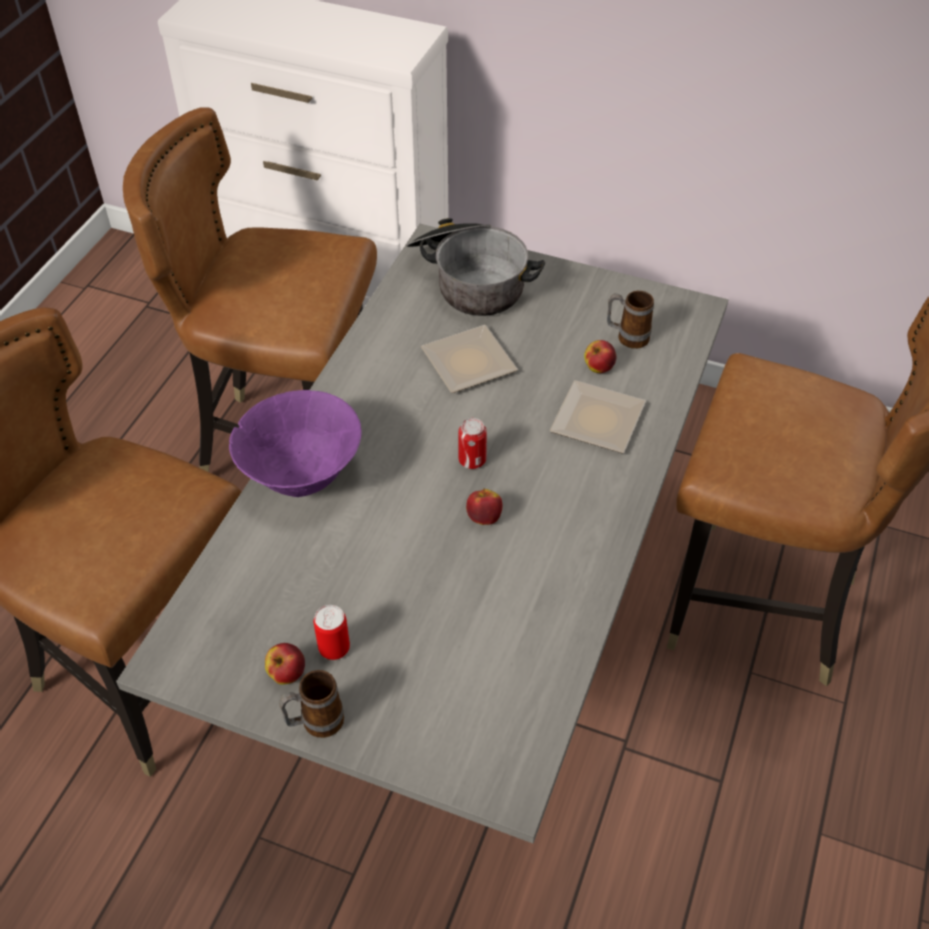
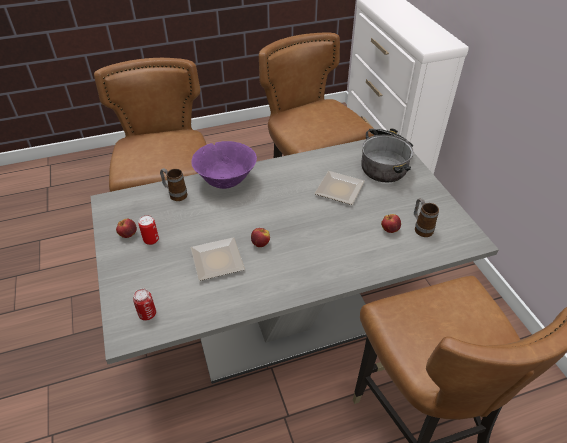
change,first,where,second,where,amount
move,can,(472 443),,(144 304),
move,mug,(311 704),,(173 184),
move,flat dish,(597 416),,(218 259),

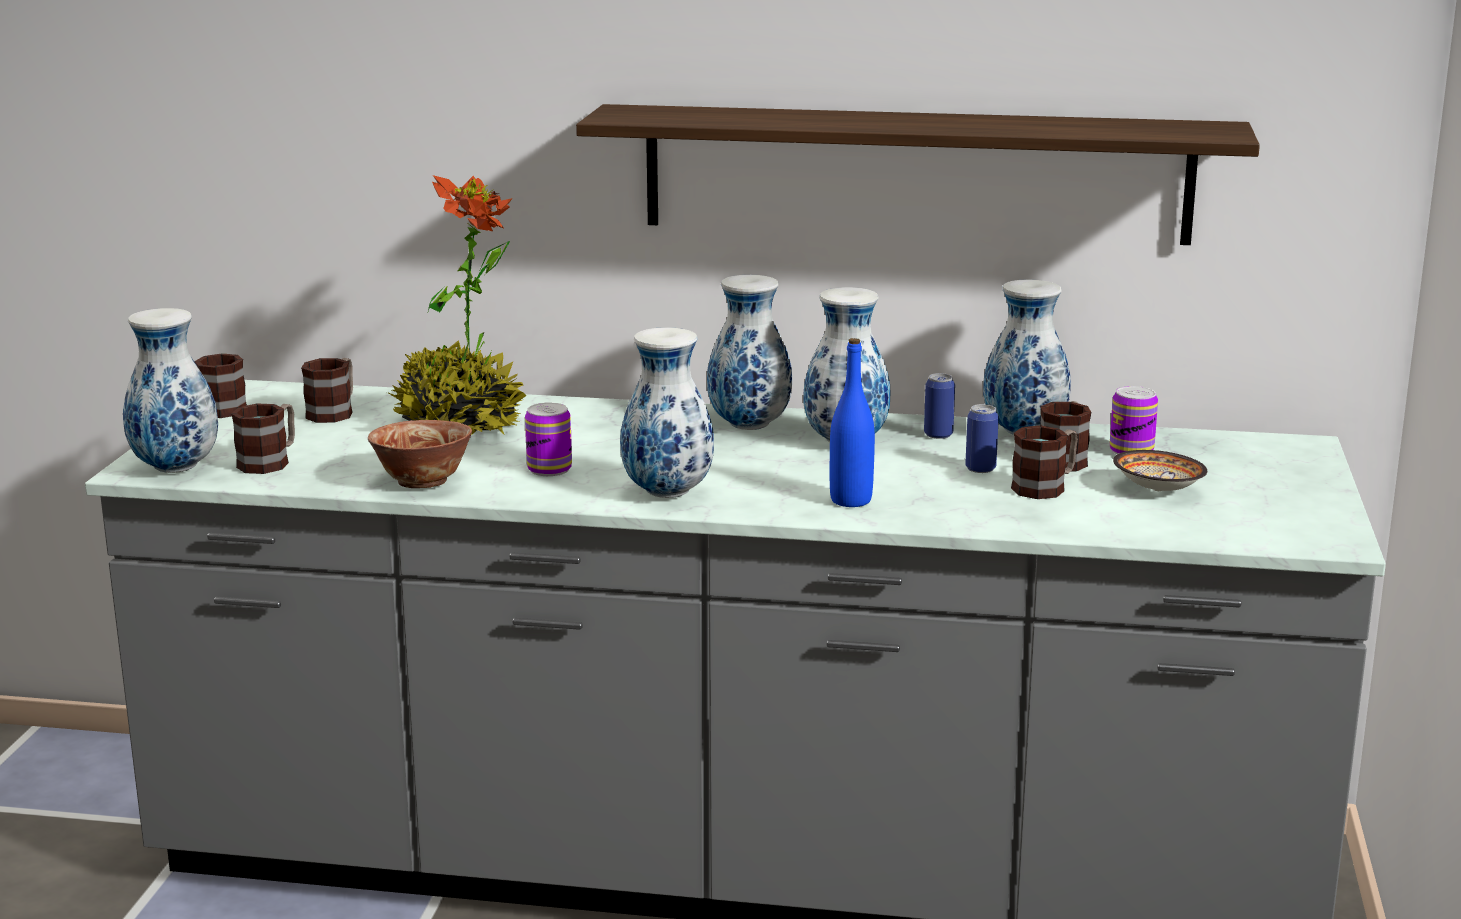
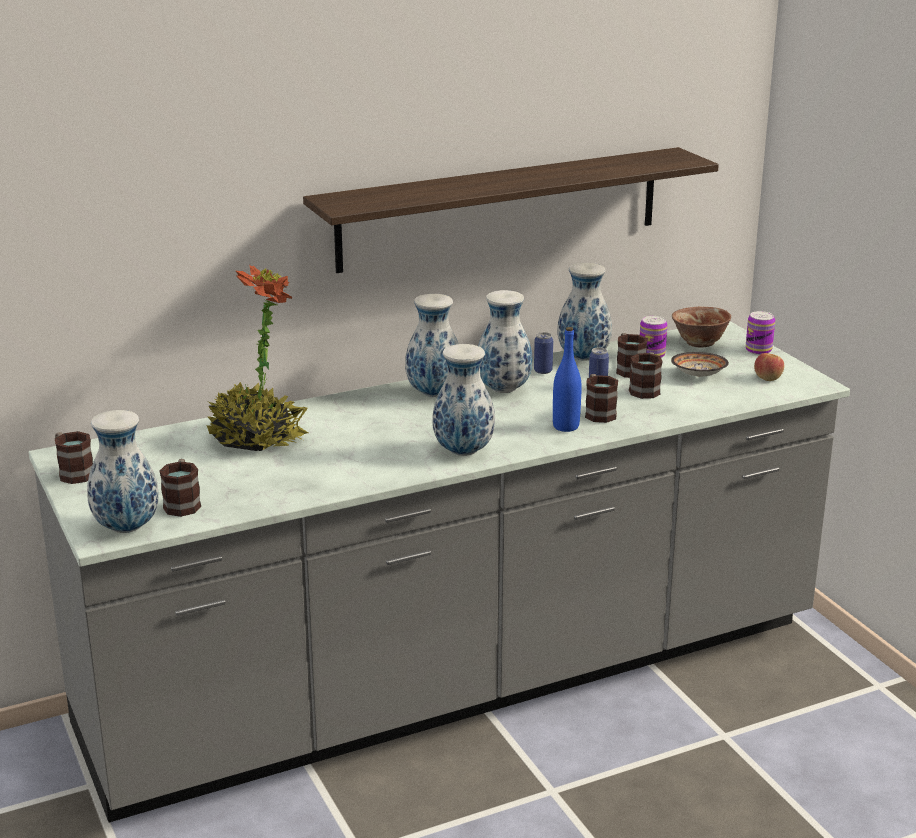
change,first,where,second,where,amount
move,mug,(327 390),,(601 398),
move,serving bowl,(420 454),,(701 326),
move,can,(548 439),,(760 333),
insert,,,apple,(769 367),

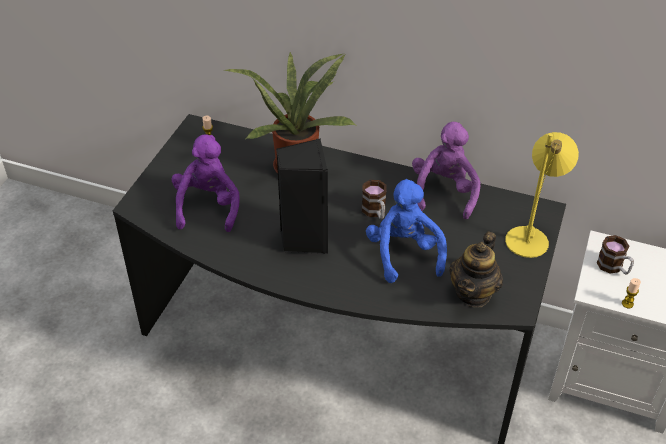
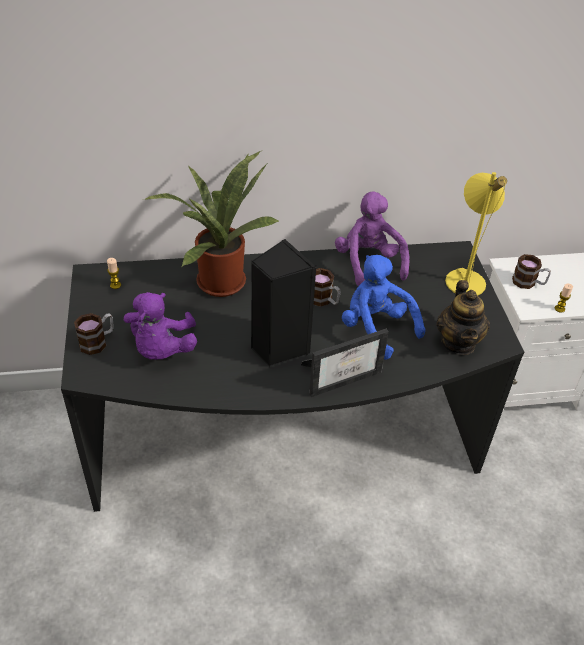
change,first,where,second,where,amount
insert,,,mug,(94 334),
rotate,purplish plush toy,(206 183),,(160 326),150 degrees counterclockwise
insert,,,photo frame,(345 363),

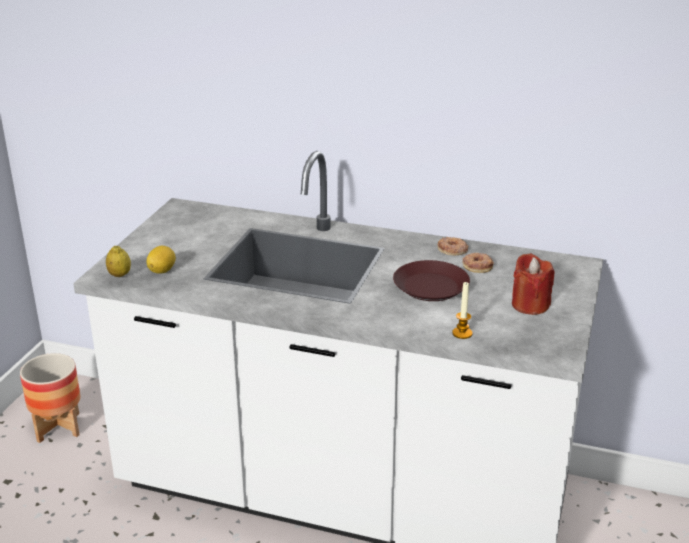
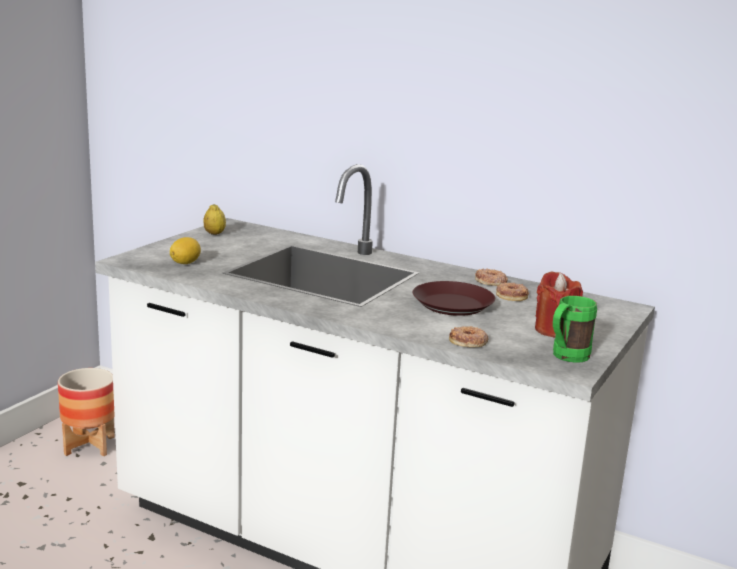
change,first,where,second,where,amount
move,citrus fruit,(118 261),,(214 219),
replace,wax light,(462 310),donut,(469 337),
insert,,,green mug,(575 329),

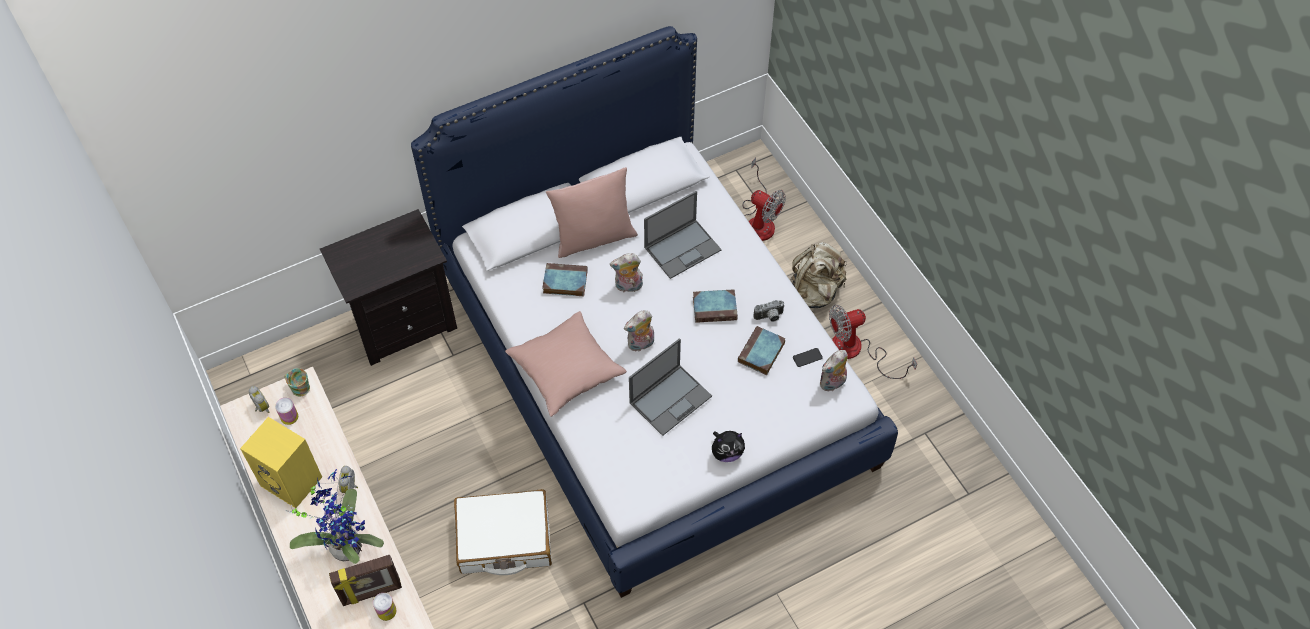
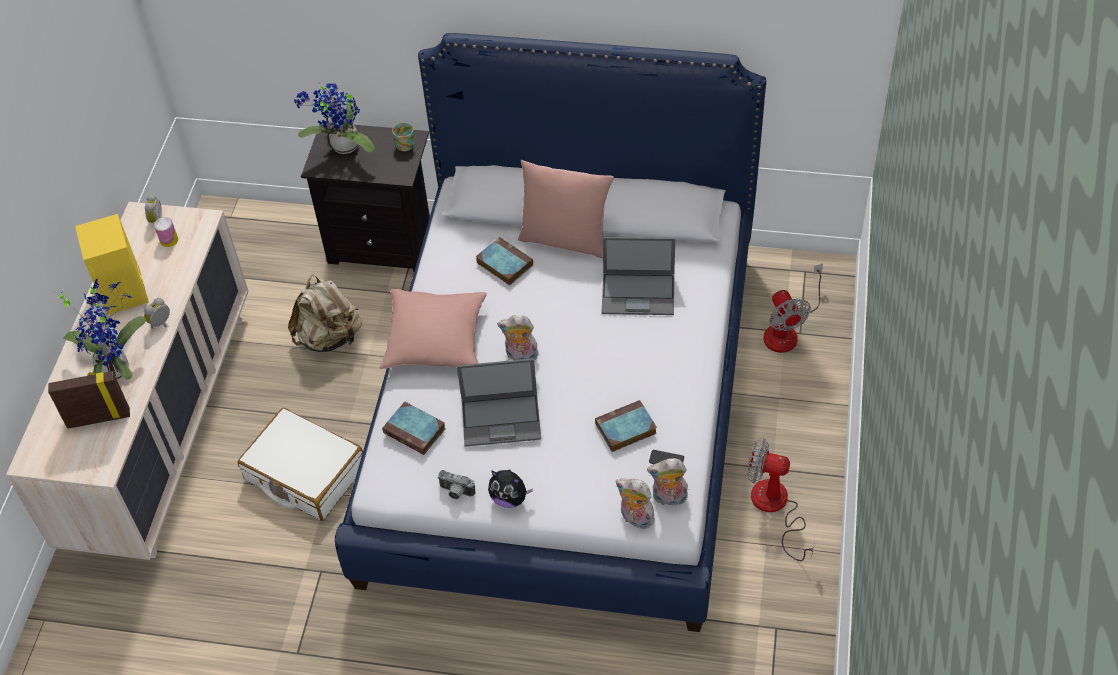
change,first,where,second,where,amount
rotate,photo frame,(365 580),,(89 400),150 degrees clockwise
move,sand-coloured backpack,(819 275),,(325 313),
insert,,,plant in a pot,(334 118),
move,volume,(715 306),,(414 428),
move,mug,(297 382),,(403 136),
move,photo camera,(769 311),,(456 484),
move,plush toy,(626 272),,(637 504),
delete,can,(384 607),,,

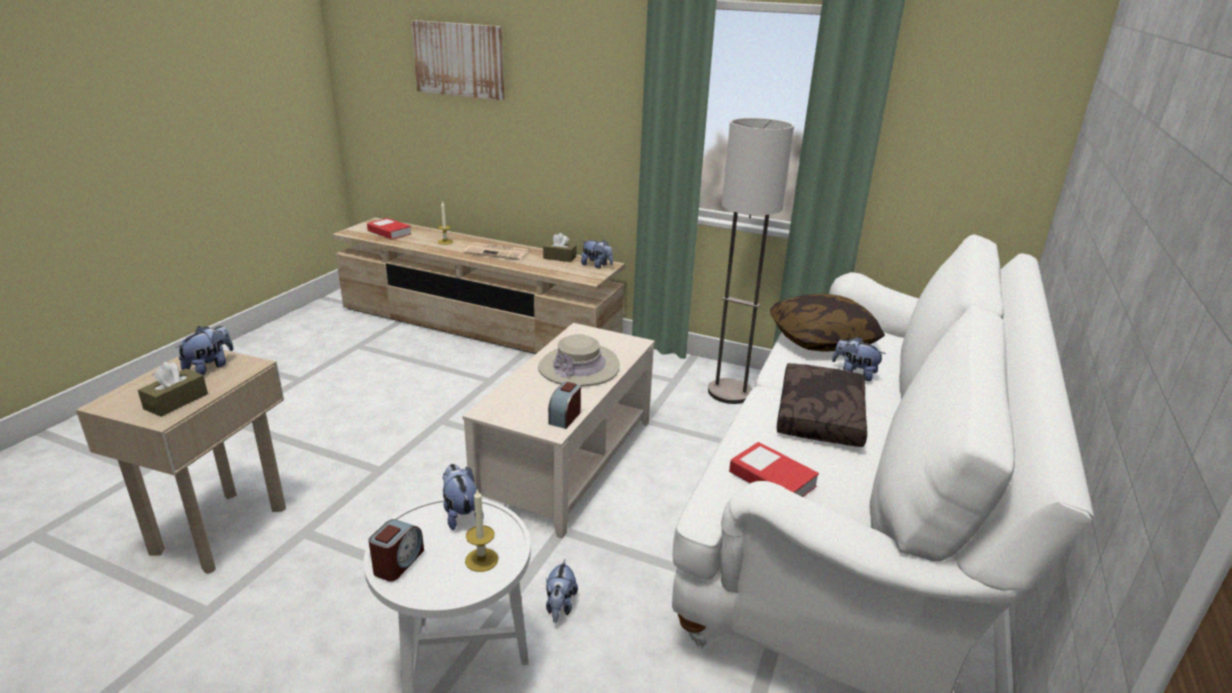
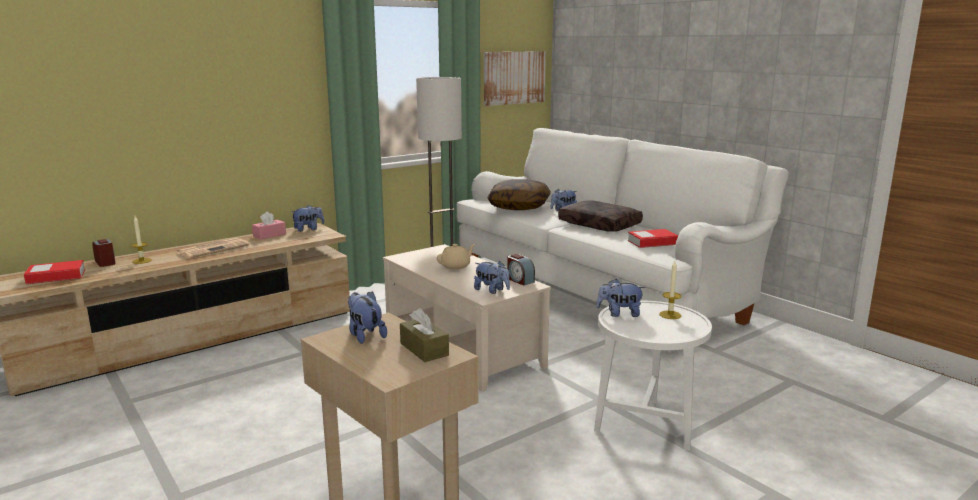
change,first,where,second,where,amount
move,table clock,(396 550),,(104 253),
recolor,brownish tissue holder,(559 247),pinkish tissue holder,(269 225),
replace,sand-coloured clothing hat,(579 360),sand-coloured pot for tea,(456 257),
move,plush toy,(562 591),,(492 277),
move,wall picture,(457 60),,(515 78),

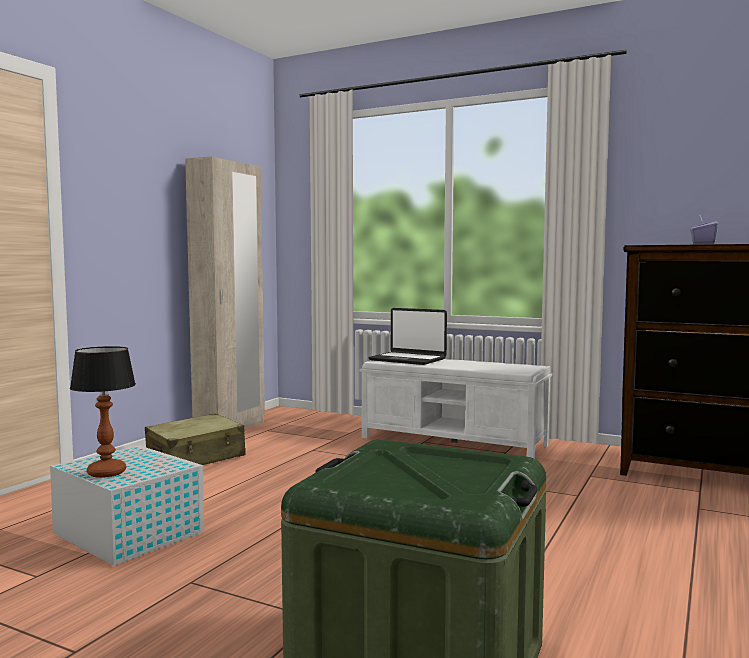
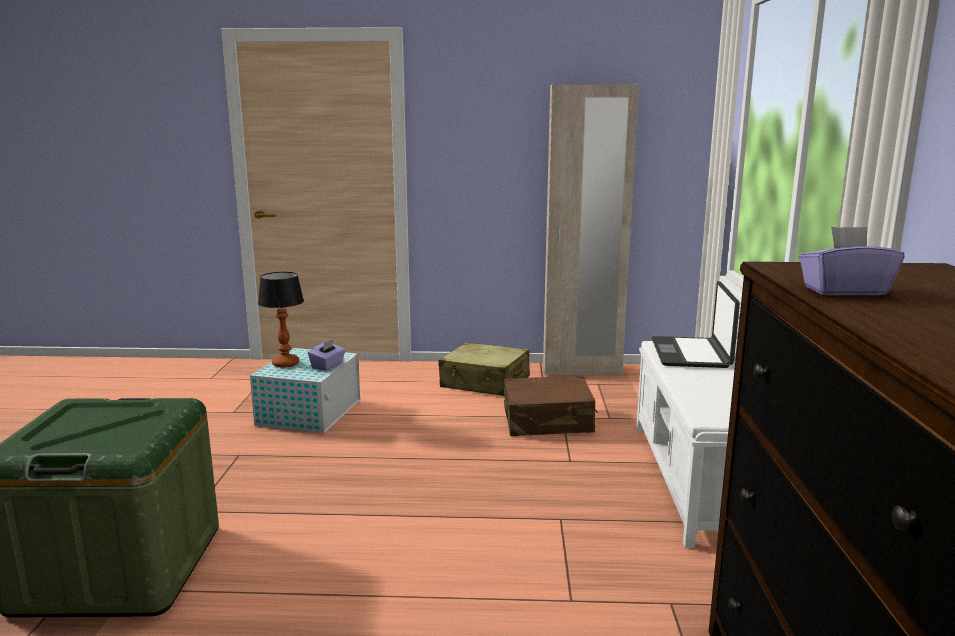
change,first,where,second,where,amount
insert,,,purplish tissue holder,(327 355),
insert,,,brownish suitcase,(550 405),

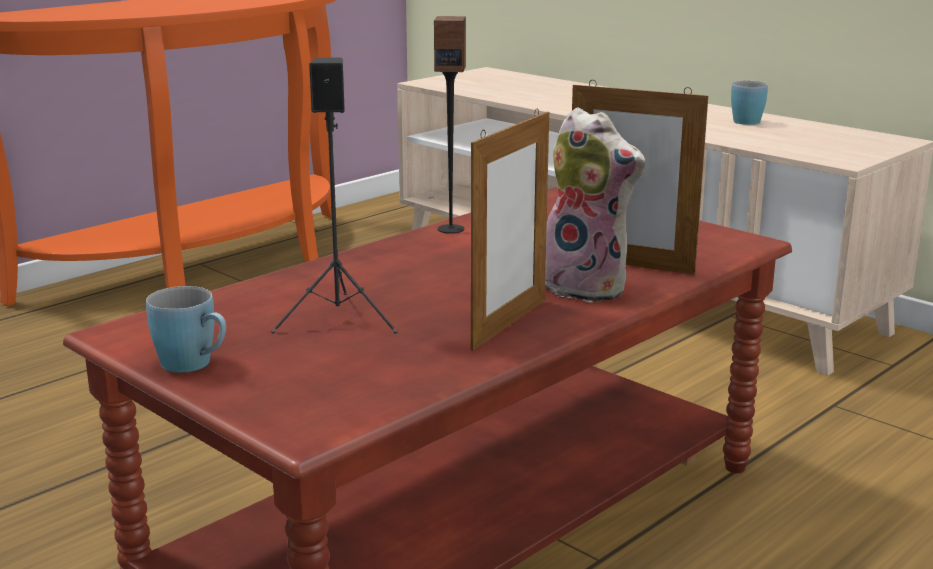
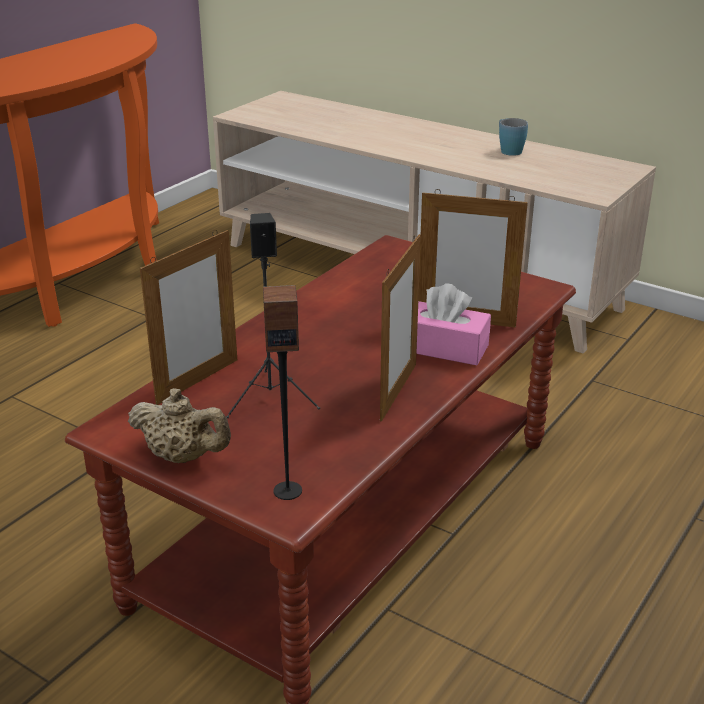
change,first,where,second,where,amount
replace,blue-coloured mug,(186 329),sand-coloured pot for tea,(179 425),
insert,,,photo frame,(188 317),
move,speaker,(450 125),,(282 392),
replace,plush toy,(595 204),pinkish tissue holder,(453 324),

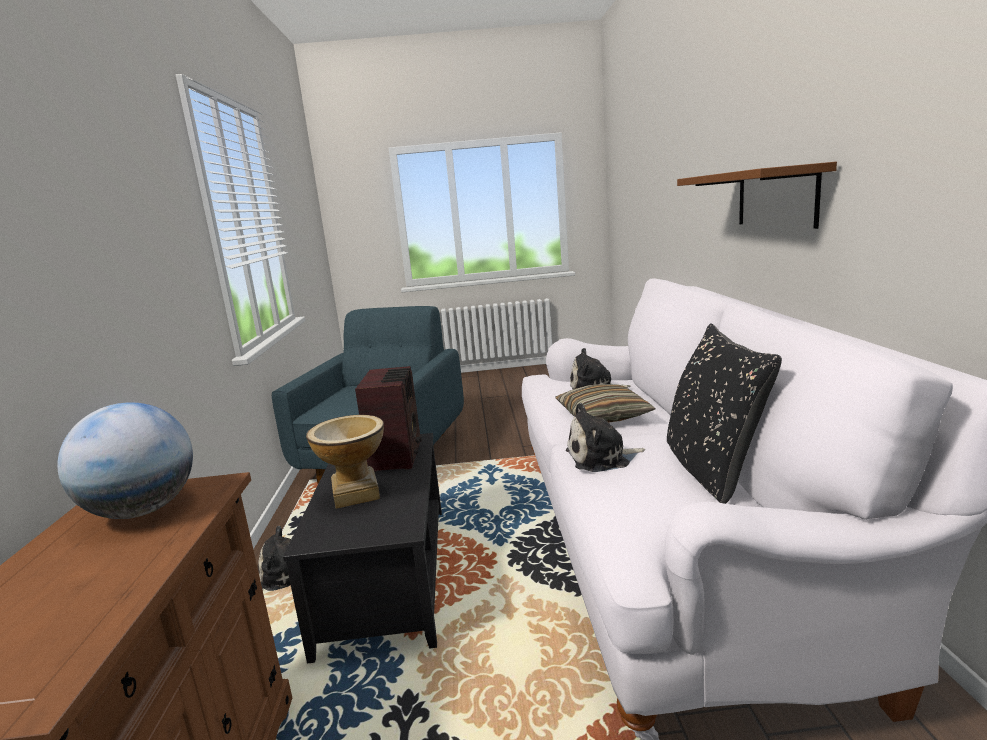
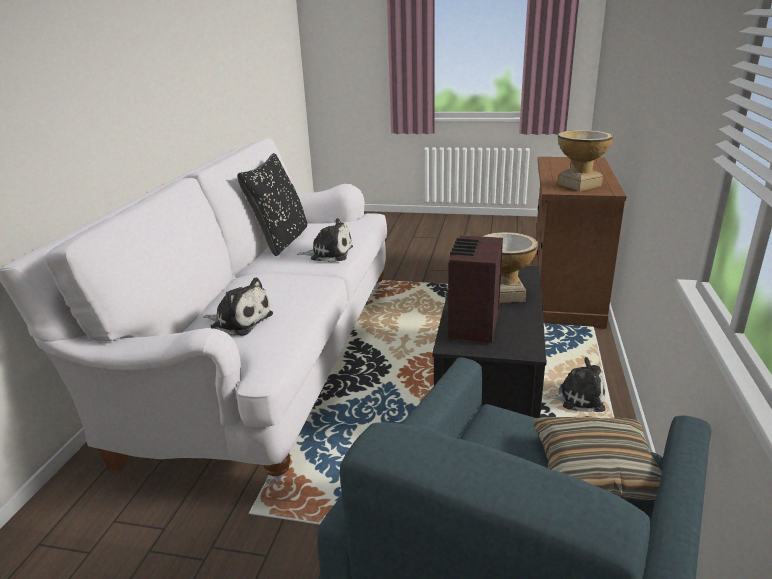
change,first,where,second,where,amount
move,pillow,(605 403),,(597 458),
replace,globe,(125 460),flower vase,(585 160),
delete,brownish wall shelf,(757 195),,,

